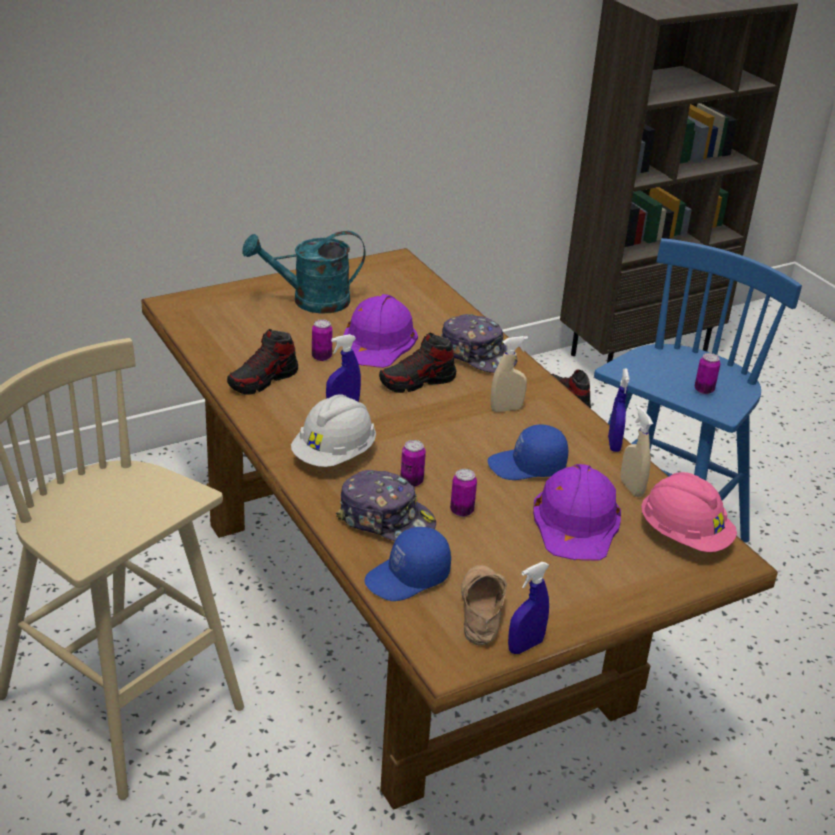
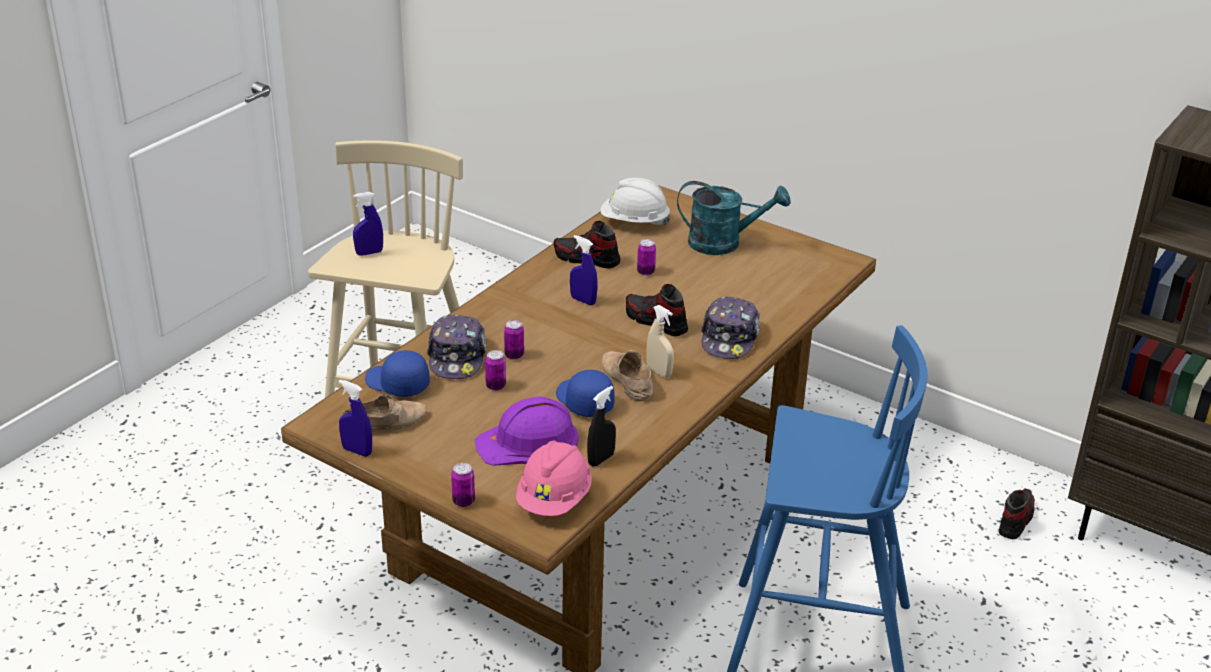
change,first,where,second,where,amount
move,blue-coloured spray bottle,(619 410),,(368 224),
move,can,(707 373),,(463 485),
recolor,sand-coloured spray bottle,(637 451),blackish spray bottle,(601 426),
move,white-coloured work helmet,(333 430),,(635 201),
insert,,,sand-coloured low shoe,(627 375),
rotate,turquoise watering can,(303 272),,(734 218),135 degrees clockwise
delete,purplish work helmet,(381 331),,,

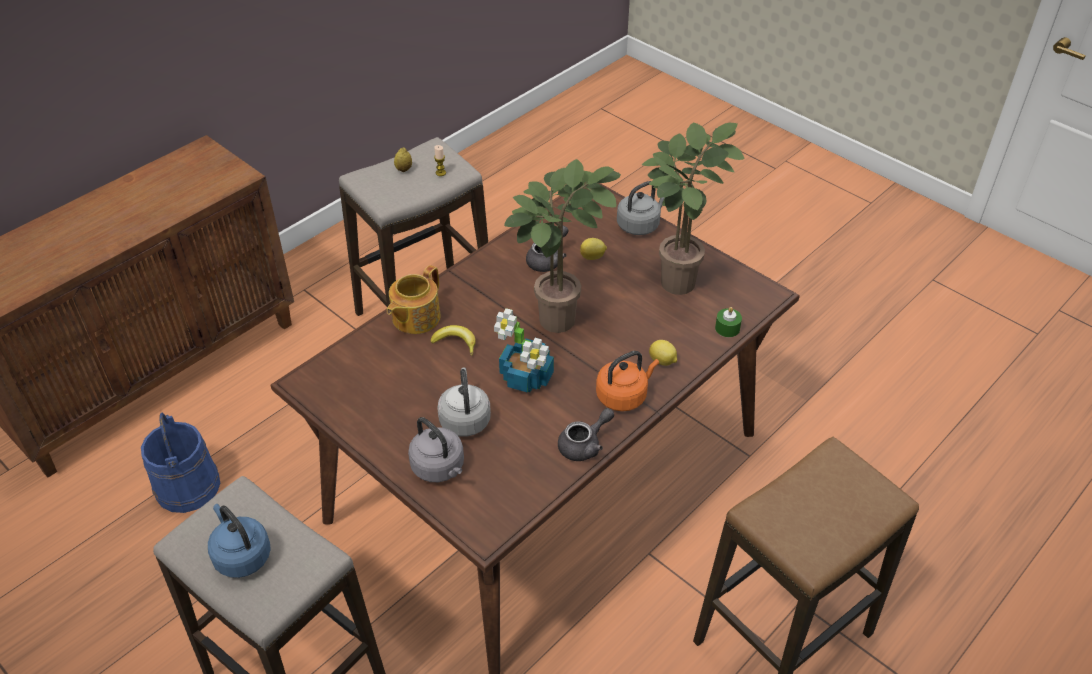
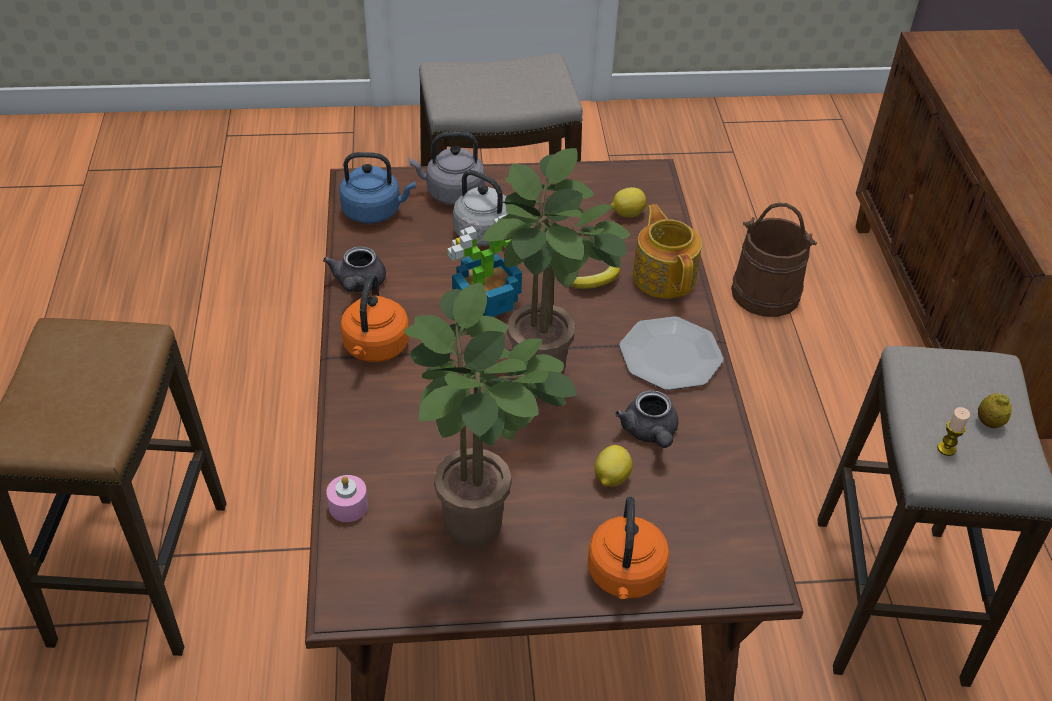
change,first,where,second,where,amount
recolor,green wax light,(728 322),pinkish wax light,(347 498),
move,blue-coloured water kettle,(239 541),,(377 188),
recolor,gray water kettle,(641 208),orangey water kettle,(628 548),
move,citrus fruit,(663 353),,(628 202),
insert,,,flat dish,(671 353),
recolor,blue-coloured bucket,(180 463),brownish bucket,(774 260),

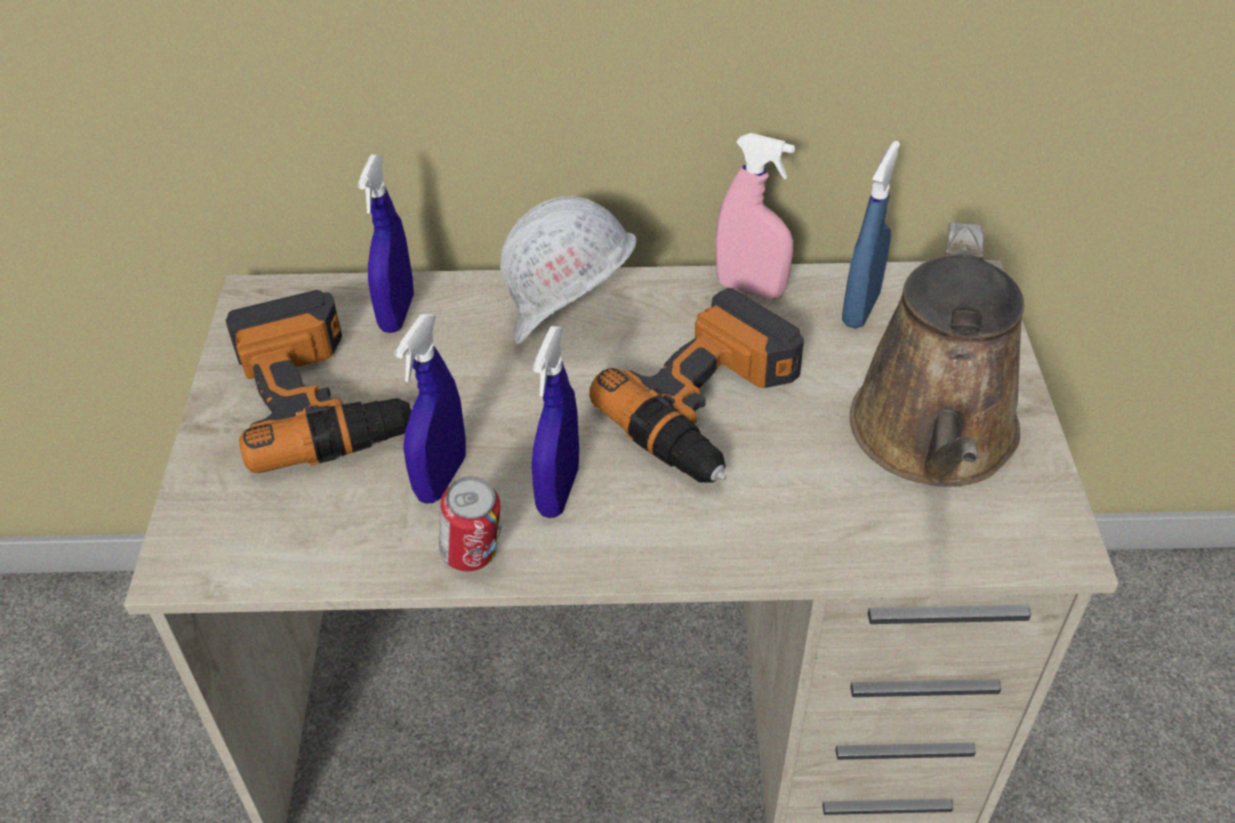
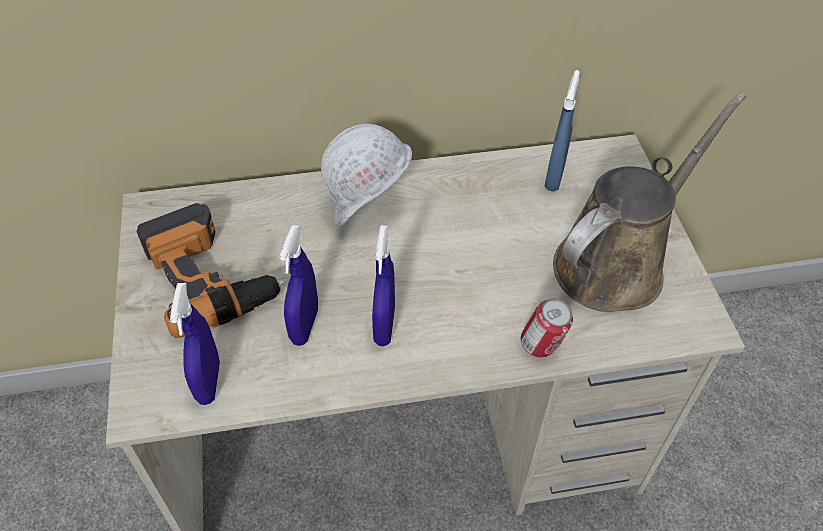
change,first,where,second,where,amount
move,blue-coloured spray bottle,(386 244),,(195 344),
move,can,(470 523),,(547 328),
rotate,brownish watering can,(937 354),,(649 202),135 degrees counterclockwise
delete,drill,(696 385),,,
delete,pinkish spray bottle,(755 216),,,

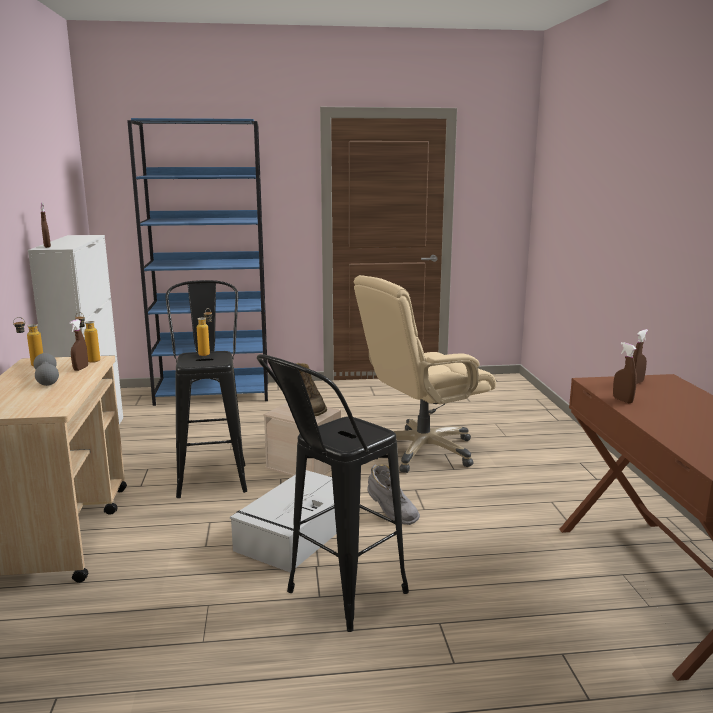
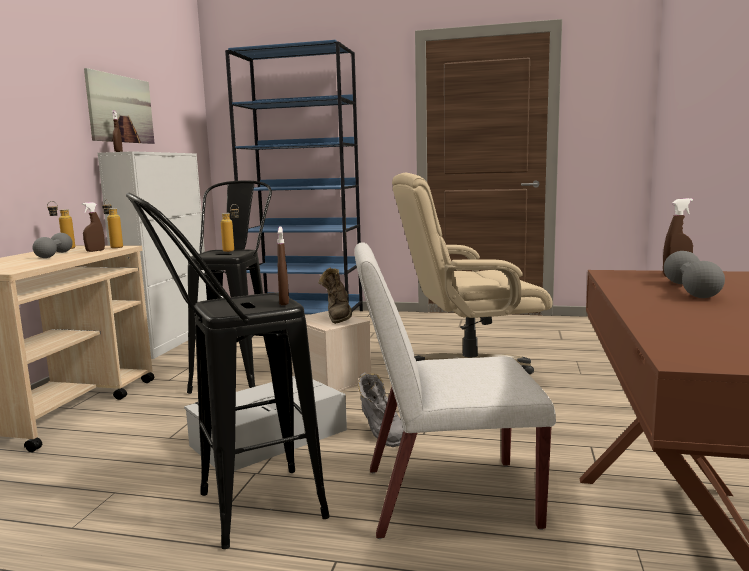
change,first,where,second,where,amount
insert,,,wall picture,(119 106),
move,brownish spray bottle,(625 372),,(283 265),
insert,,,white-coloured upright chair,(455 391),
insert,,,gray free weight,(694 274),

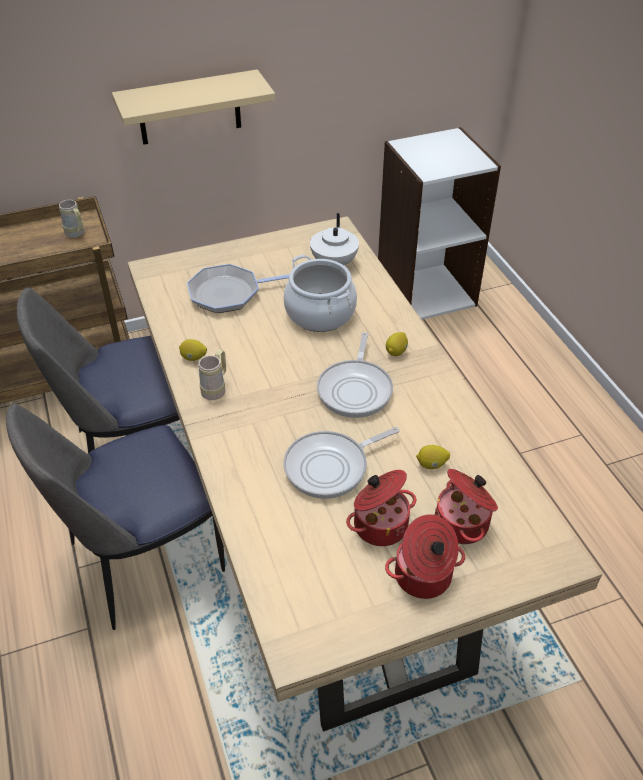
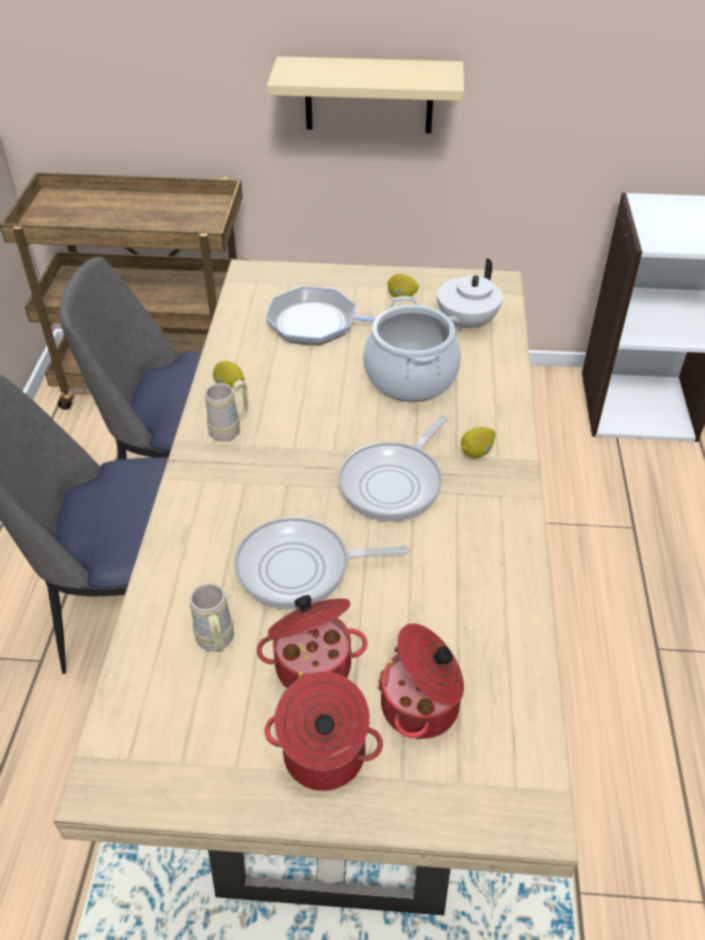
change,first,where,second,where,amount
move,sand-coloured mug,(71 219),,(212 617),
move,citrus fruit,(433 457),,(403 285),

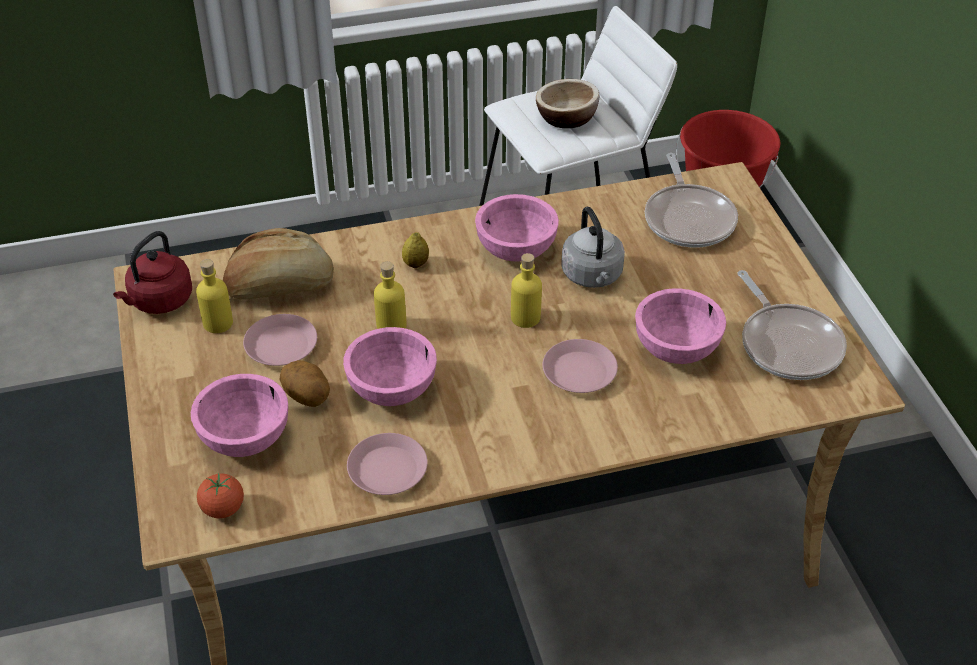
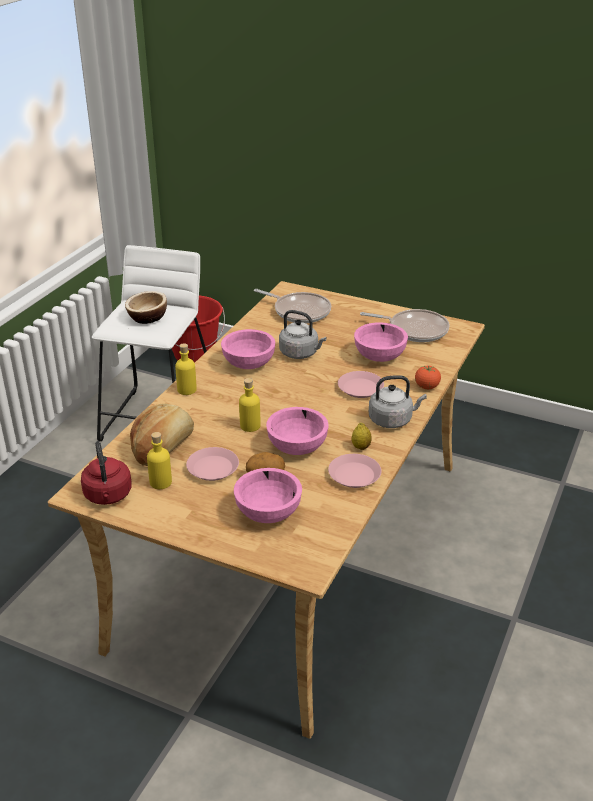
change,first,where,second,where,amount
move,yellow-coloured drink bottle,(526 290),,(186 369),
move,citrus fruit,(415 250),,(362 436),
insert,,,gray water kettle,(398 401),
move,fresh tomato,(220 495),,(428 377),

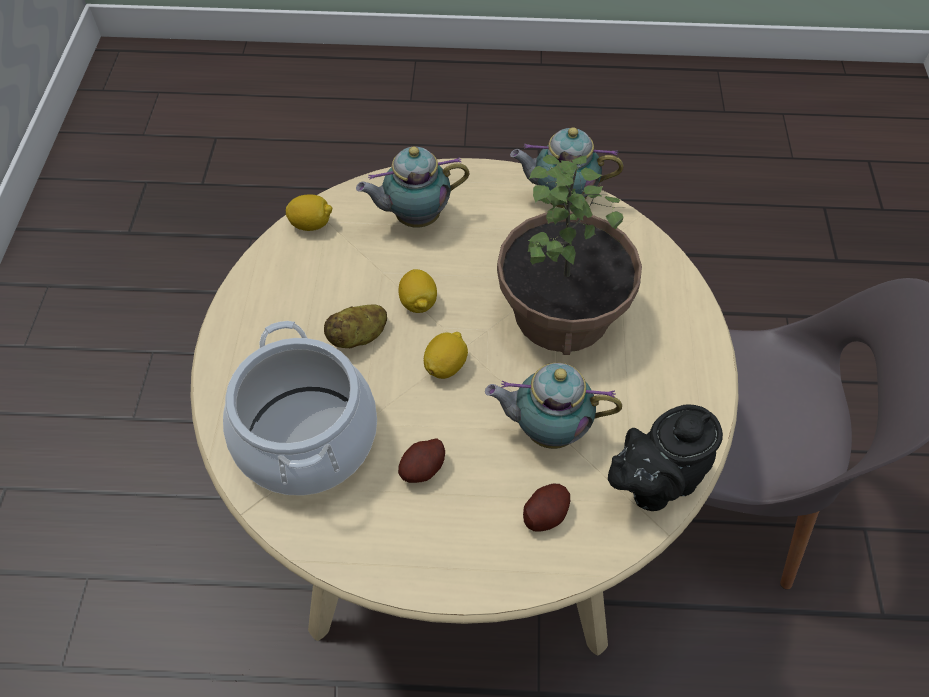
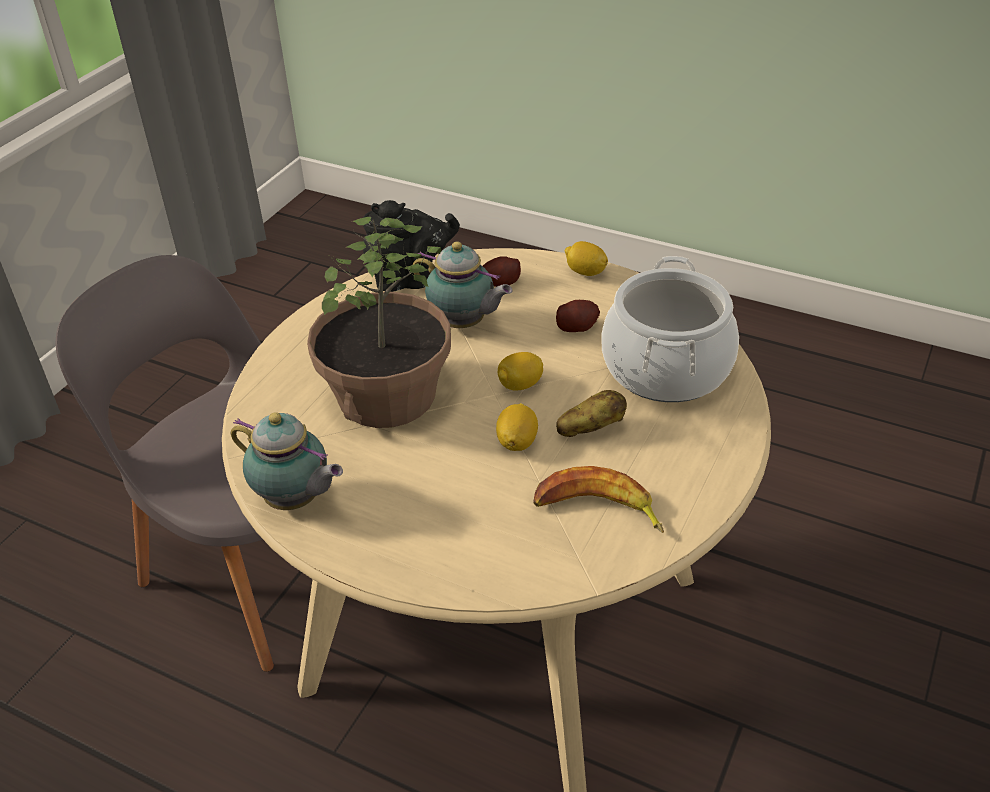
change,first,where,second,where,amount
insert,,,banana fruit,(598 499),
move,citrus fruit,(309 213),,(586 258),
delete,pot for tea,(412 187),,,

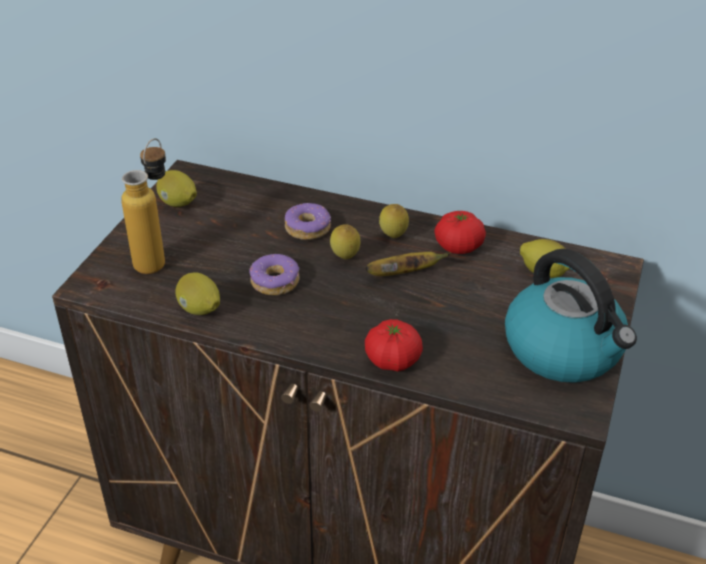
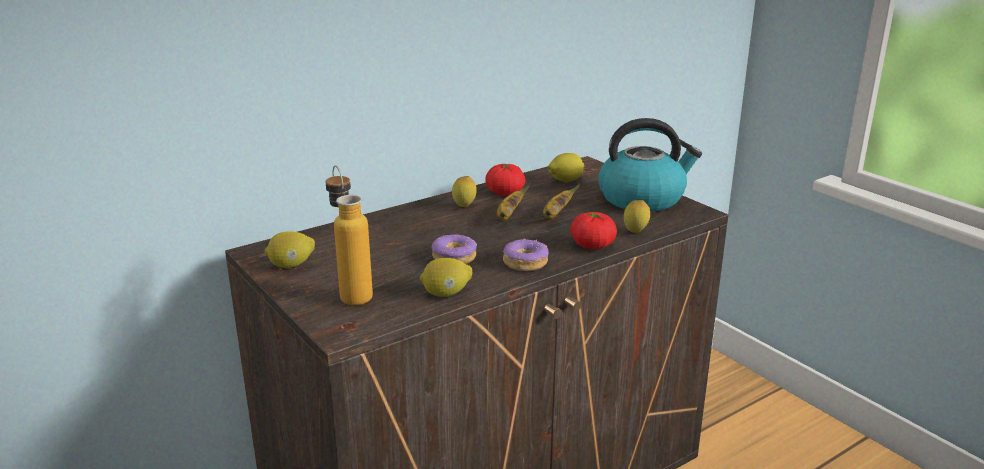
change,first,where,second,where,amount
move,donut,(308 221),,(526 255),
insert,,,banana fruit,(561 201),
move,citrus fruit,(345 241),,(636 216),

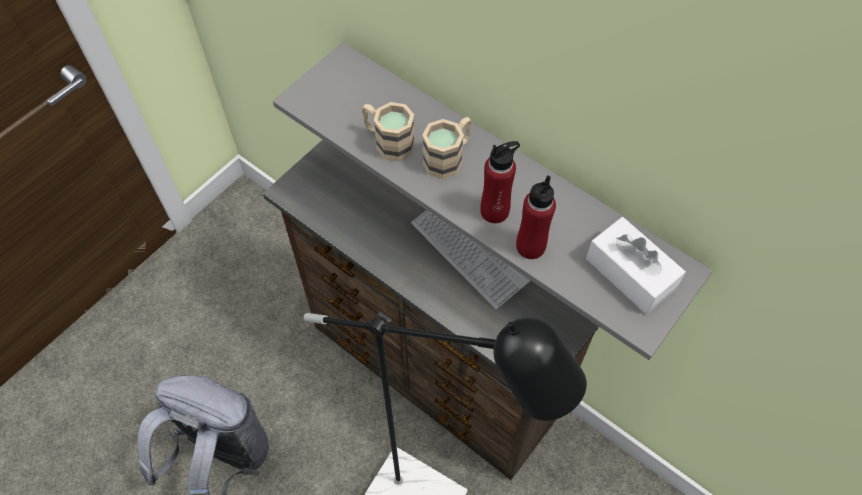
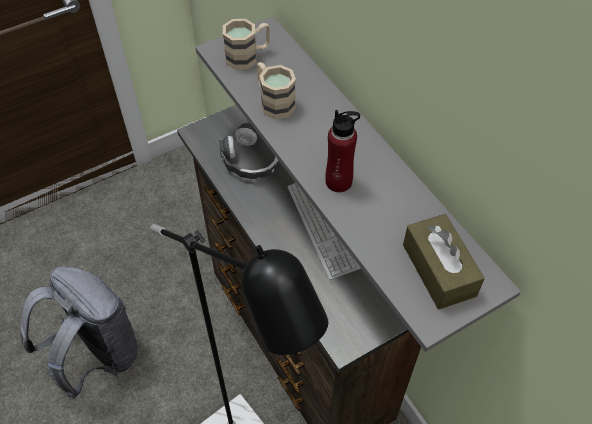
change,first,where,second,where,amount
insert,,,headphones,(249 151),
move,sand-coloured mug,(447 148),,(246 44),
recolor,white-coloured tissue holder,(636 265),brownish tissue holder,(444 261),
delete,red drink bottle,(536 217),,,

